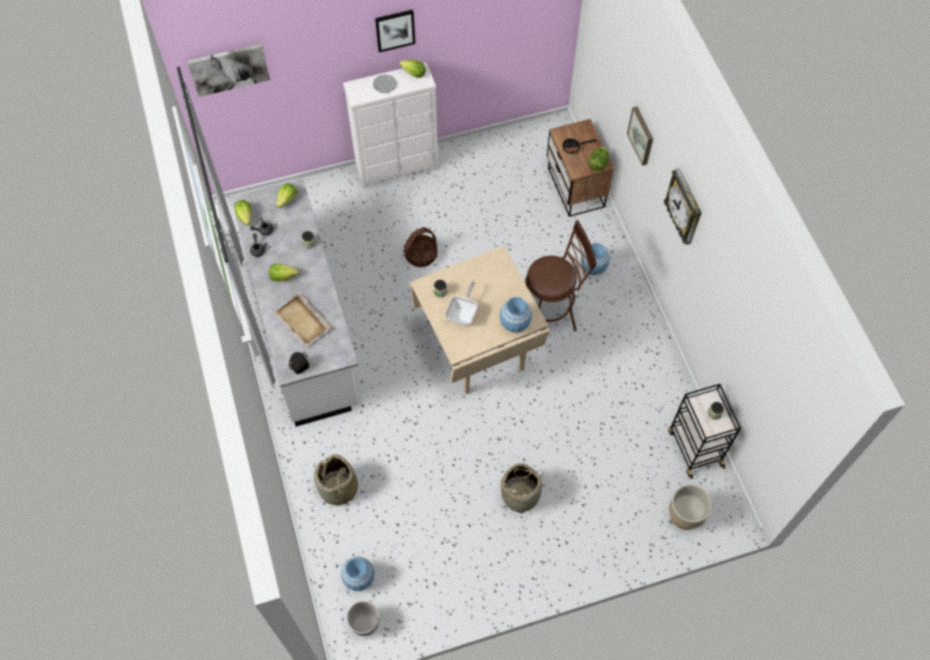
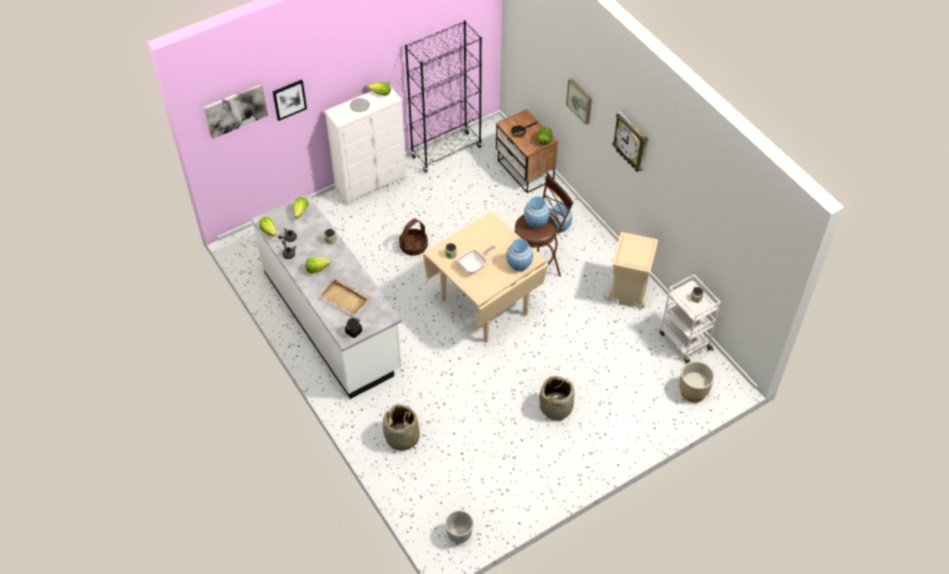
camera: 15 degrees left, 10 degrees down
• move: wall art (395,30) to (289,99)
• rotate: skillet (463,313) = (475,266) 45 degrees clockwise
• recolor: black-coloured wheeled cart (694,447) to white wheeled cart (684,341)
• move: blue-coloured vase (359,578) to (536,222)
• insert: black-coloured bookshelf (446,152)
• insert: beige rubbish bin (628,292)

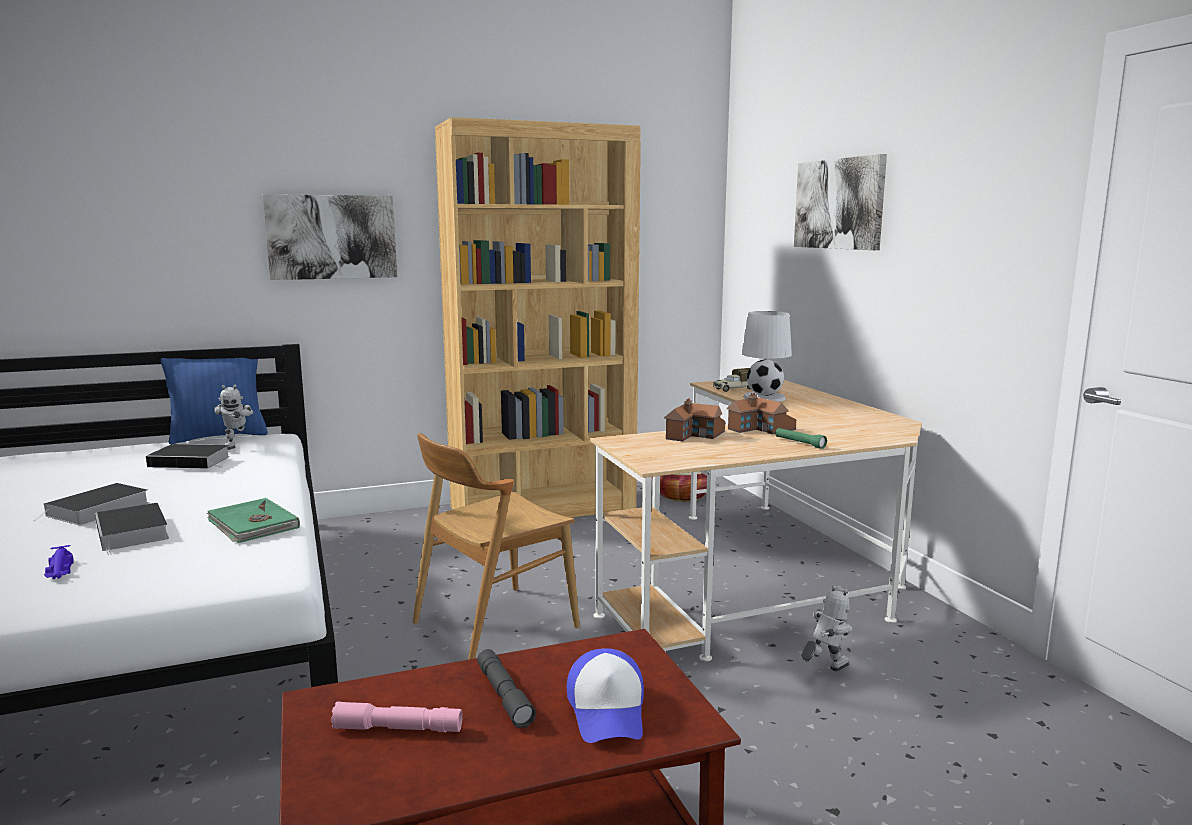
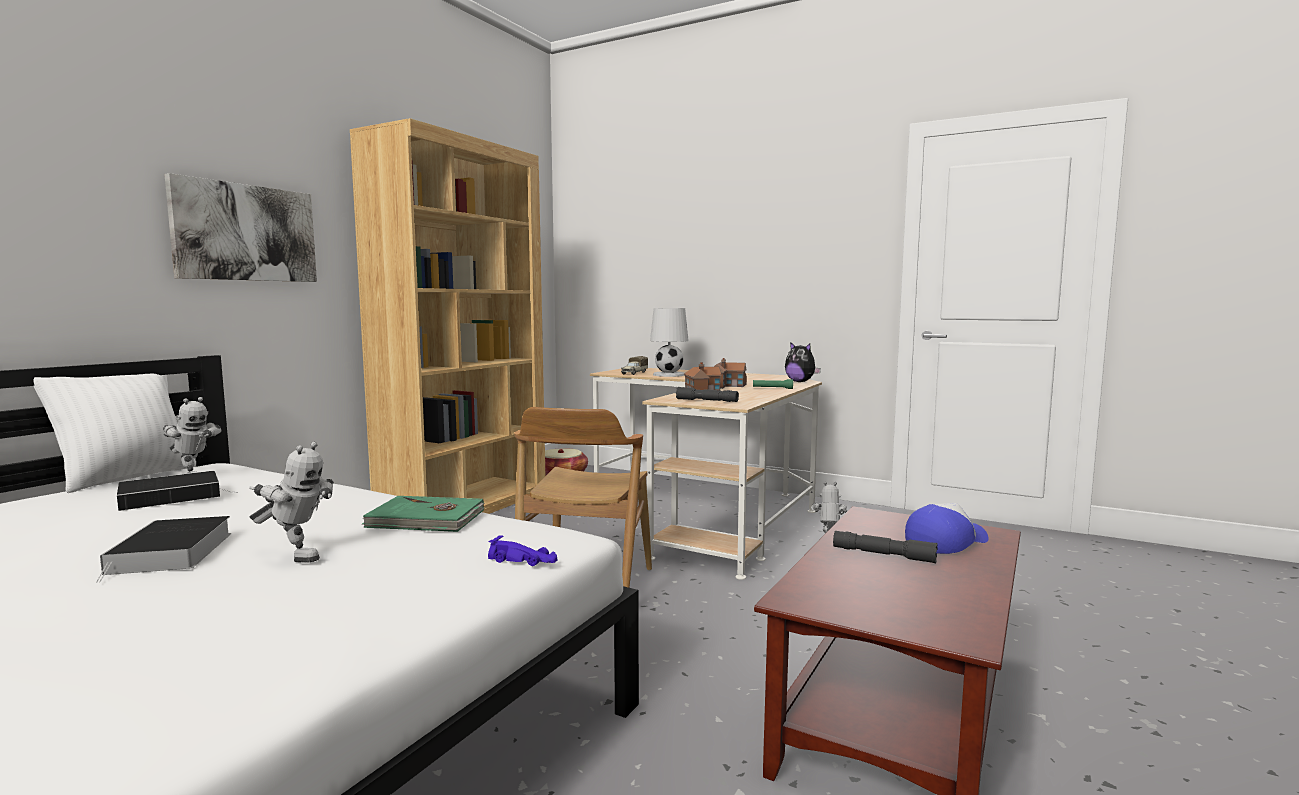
camera: 40 degrees left, 5 degrees down
• delete: wall art (839,204)
• recolor: blue-coloured cushion (219,437) to white cushion (127,477)
• replace: book (133,533) to toy robot (296,556)
• move: purple miniature car (60,571) to (524,561)
• rotate: baseball cap (608,710) = (946,541) 75 degrees counterclockwise
• delete: pink-coloured torch (398,729)
• insert: cuddly toy (800,382)
• insert: gray torch (707,401)

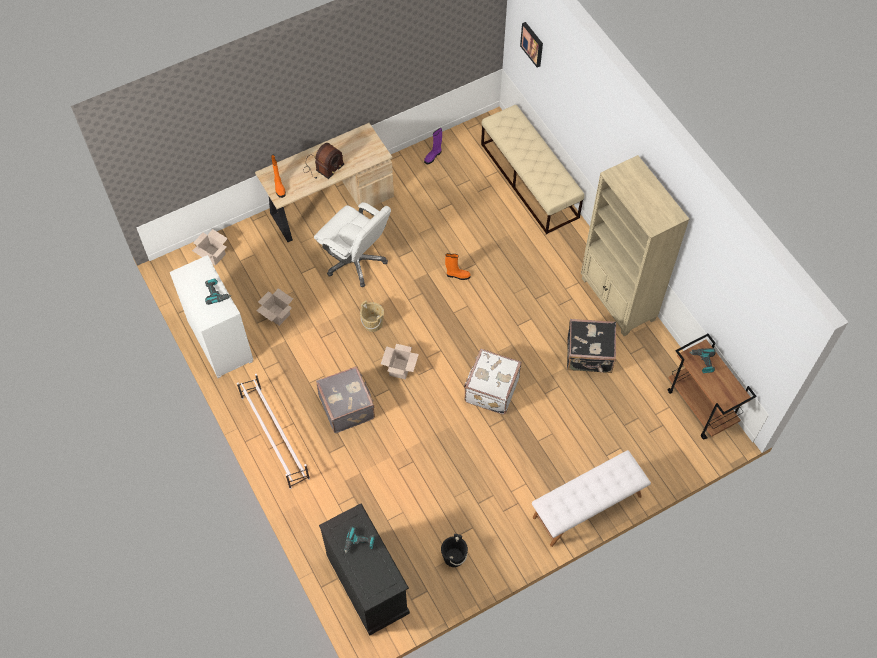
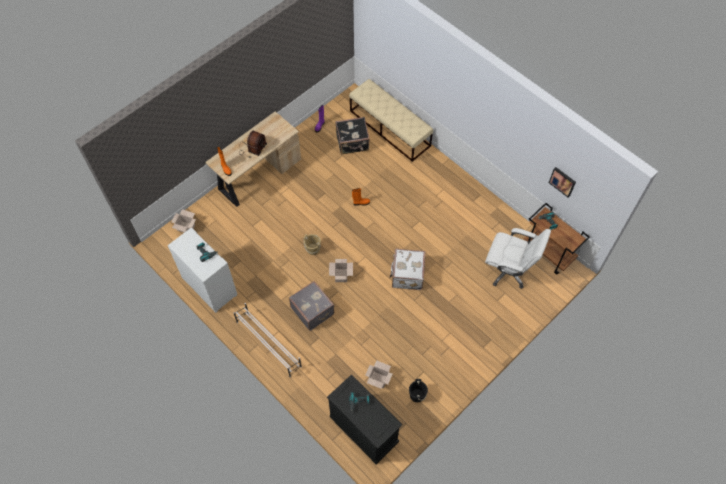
camera: 15 degrees left, 0 degrees up
• move: wall art (533,44) to (563,181)
• delete: beige bookshelf (617,300)
• move: white computer chair (356,261) to (508,270)
• move: packing box (276,315) to (378,380)
• move: black-coloured suitcase (589,355) to (353,143)
• delete: white bench (587,507)

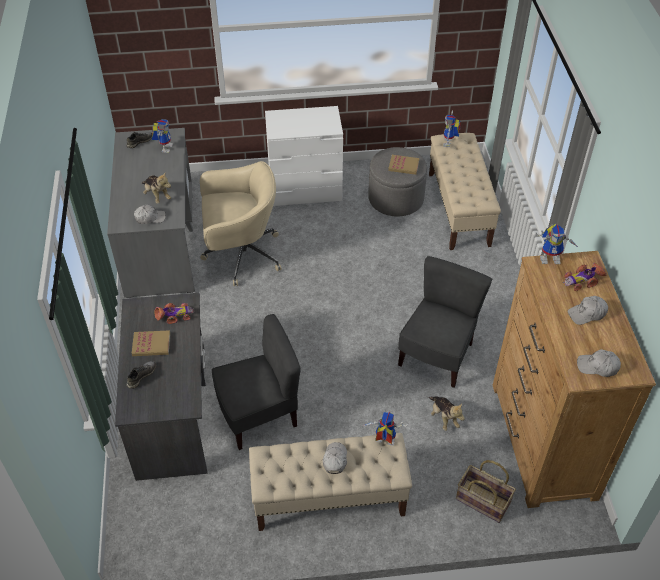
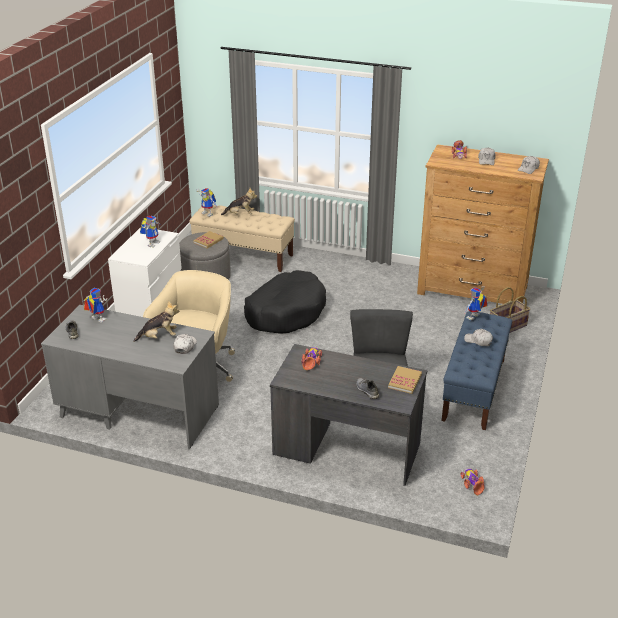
camera: 65 degrees left, 15 degrees down
• move: toy robot (551,258) to (152,243)
• delete: gray chair (437,355)
• move: book (151,344) to (405,381)
• move: cuddly toy (443,417) to (240,214)
• recolor: beige bench (328,499) to blue-coloured bench (474,389)
• insert: black-coloured dog bed (285,312)
• insert: miniature car (472,483)

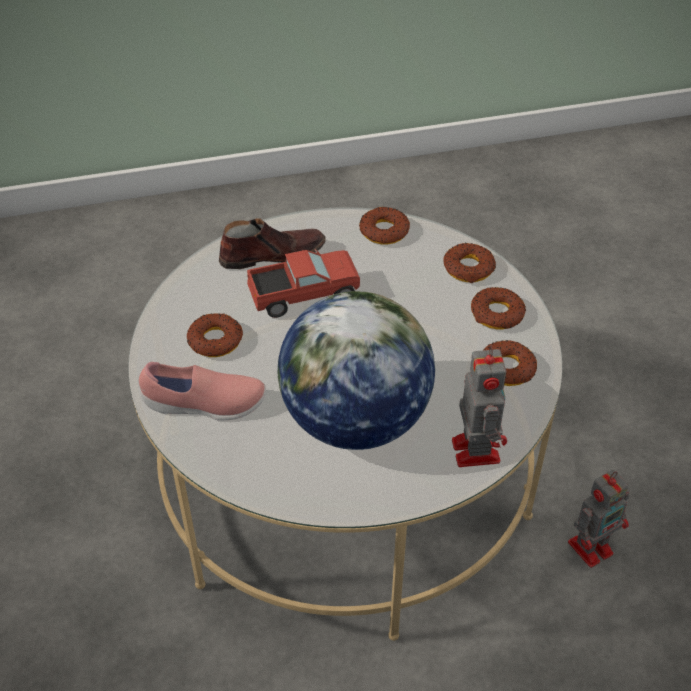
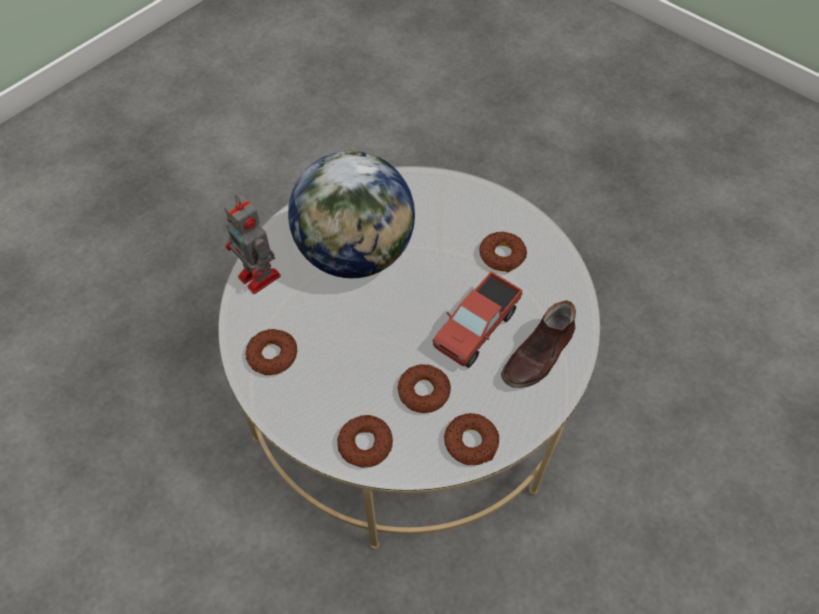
camera: 145 degrees right, 10 degrees up
• move: doughnut (497,314) to (423,391)
• delete: pink-coloured shoe (205,405)
• delete: toy robot (592,547)

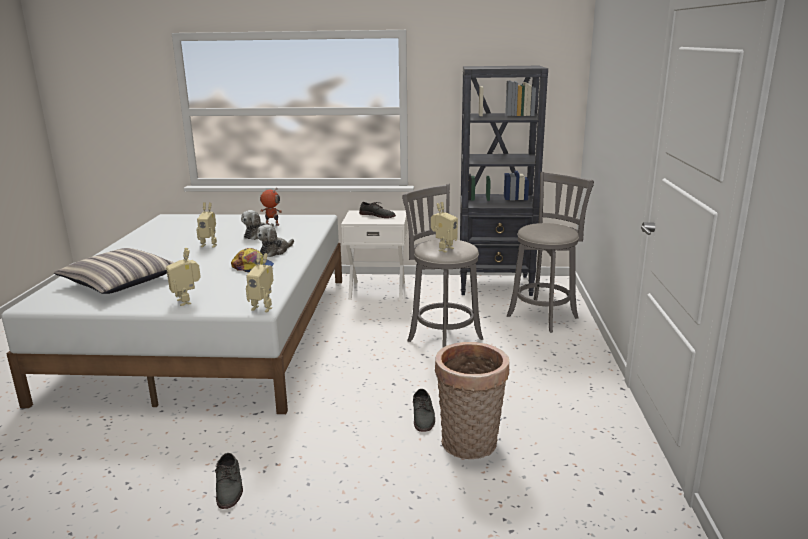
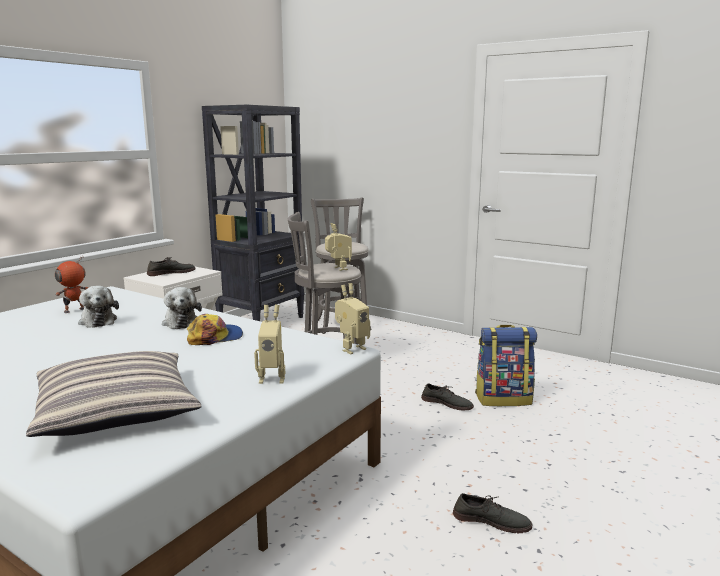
camera: 60 degrees left, 5 degrees down
• delete: toy robot (210,245)
• replace: household basket (469,446) to knapsack (503,399)

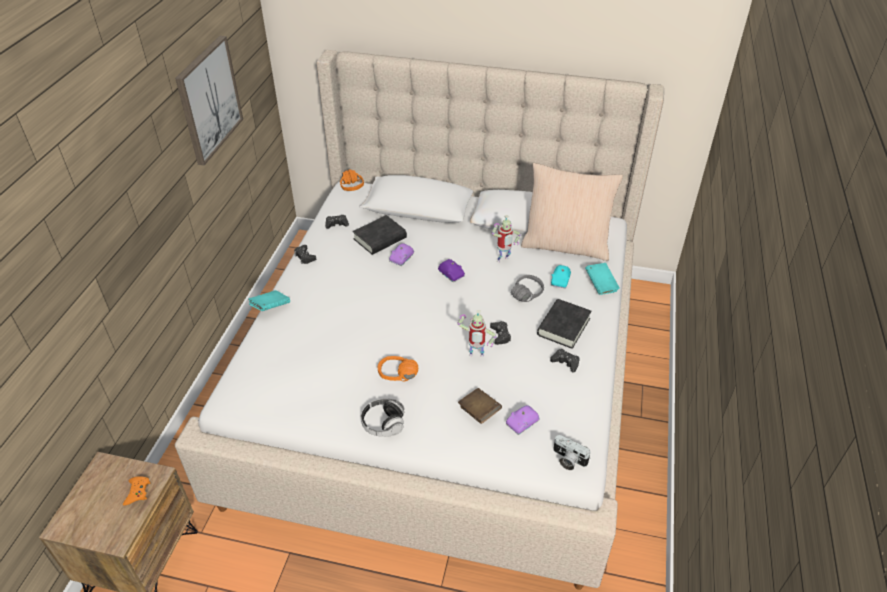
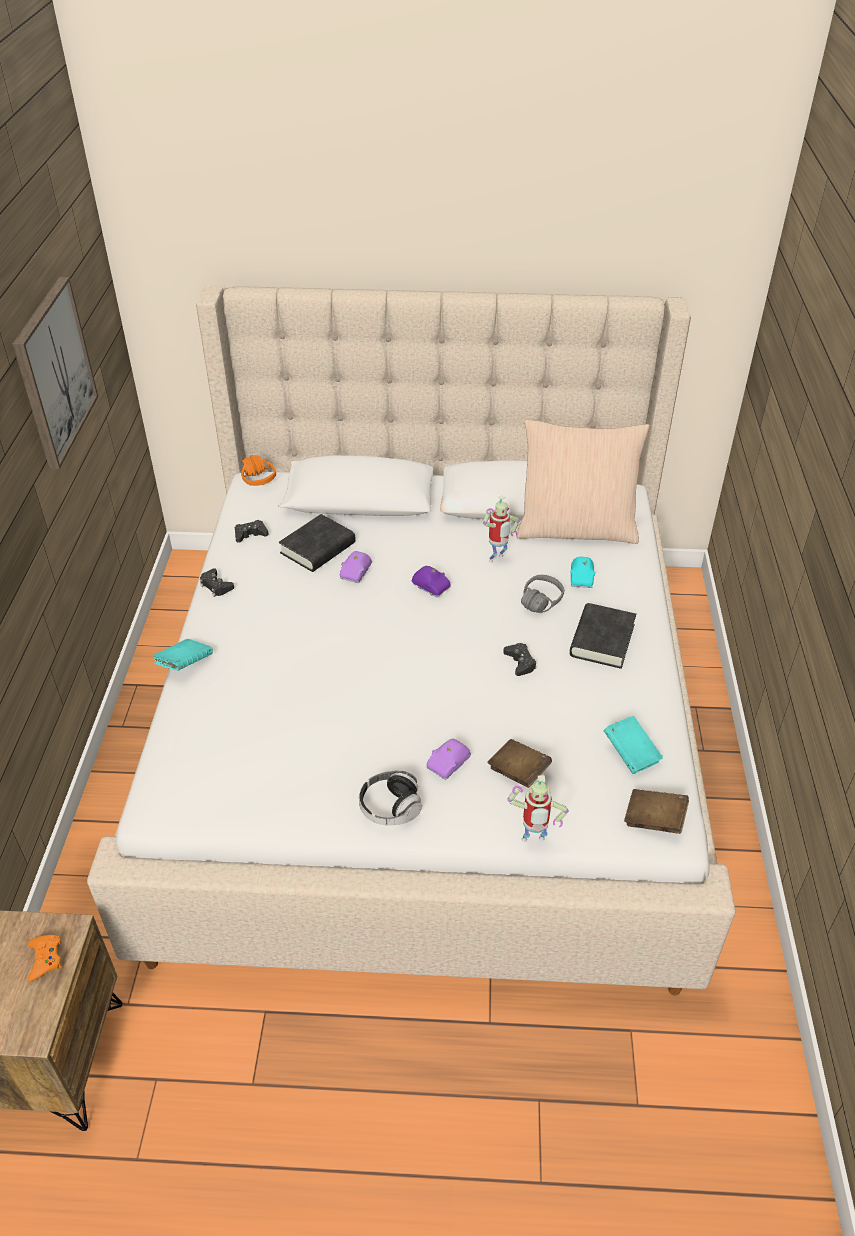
camera: 10 degrees left, 0 degrees up
• move: blue-green book (600,285) to (630,754)
• move: toy robot (475,357) to (532,842)
• delete: black-coloured joypad (565,362)
• delete: orangey headset (397,379)
• move: purple miniature car (522,423) to (449,764)
• replace: photo camera (568,460) to brown book (654,820)

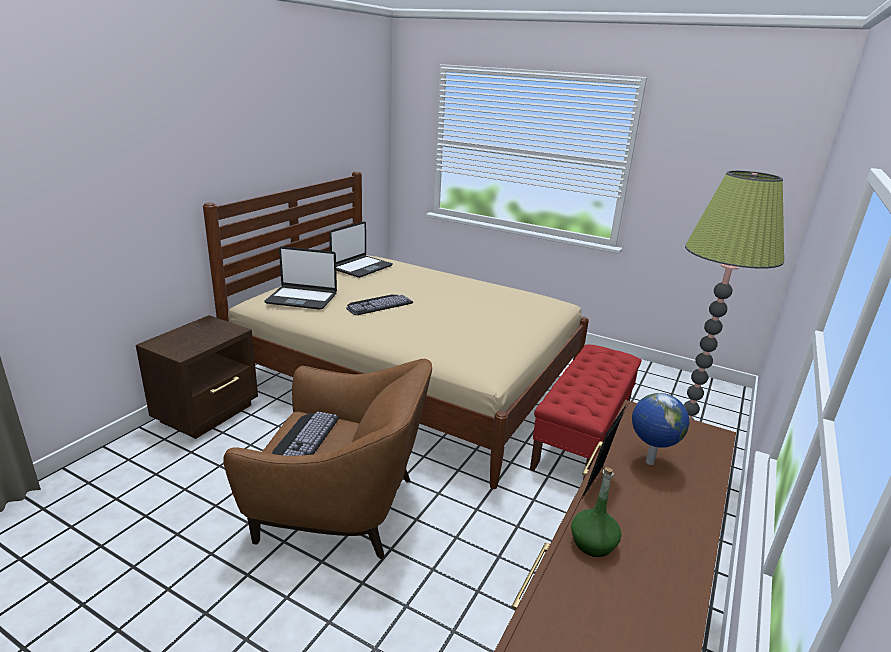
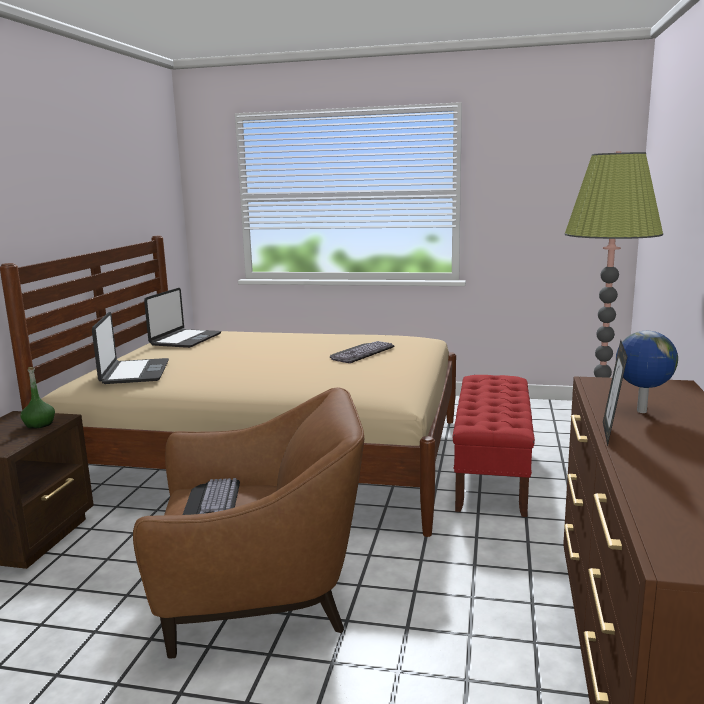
camera: 15 degrees left, 10 degrees down
• rotate: portable computer (302,298) = (134,373) 90 degrees counterclockwise
• move: keyboard (378,304) to (360,352)
• move: greenish bottle (593,543) to (39,424)

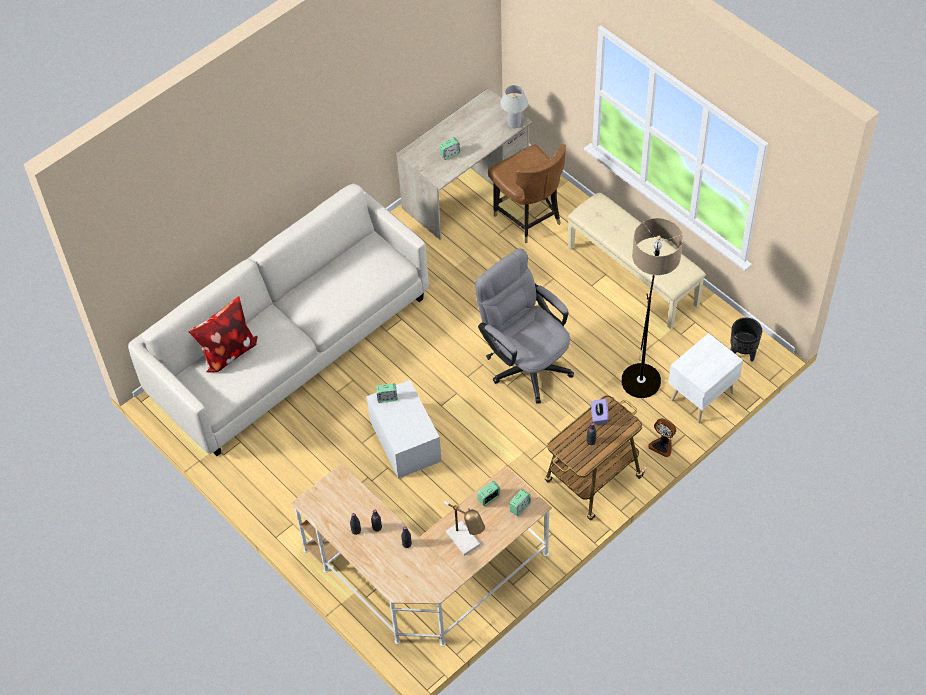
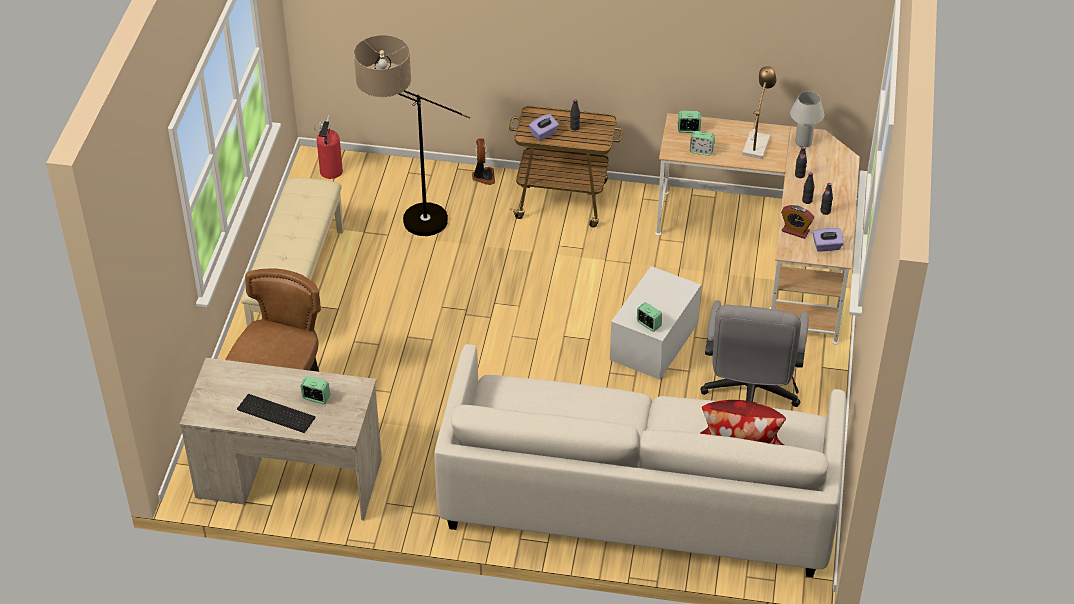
camera: 130 degrees left, 10 degrees down
• move: white table lamp (514,123) to (803,142)
• move: gray computer chair (525,362) to (749,395)
• replace: black-coloured flower pot (742,354) to fire extinguisher (330,173)
• delete: white nightstand (700,396)
• insert: bedside clock (795,231)
• insert: purple box of tissues (827,246)
• insert: keyboard (274,414)

